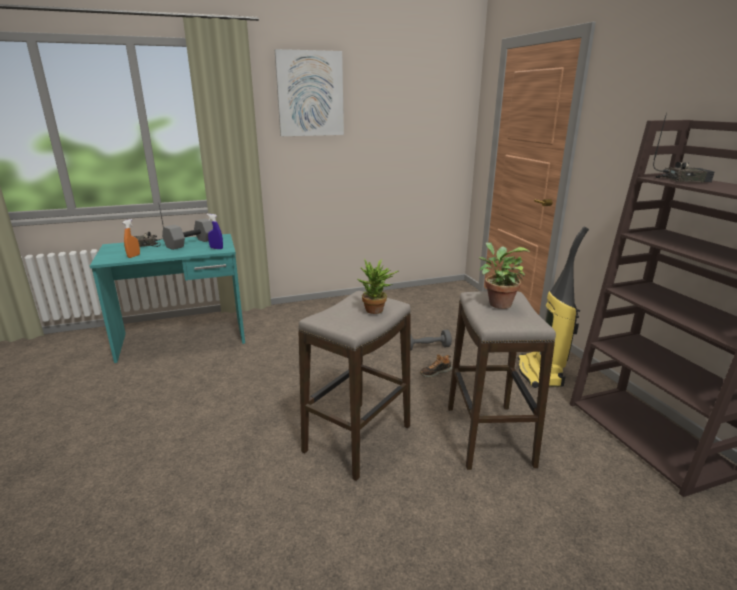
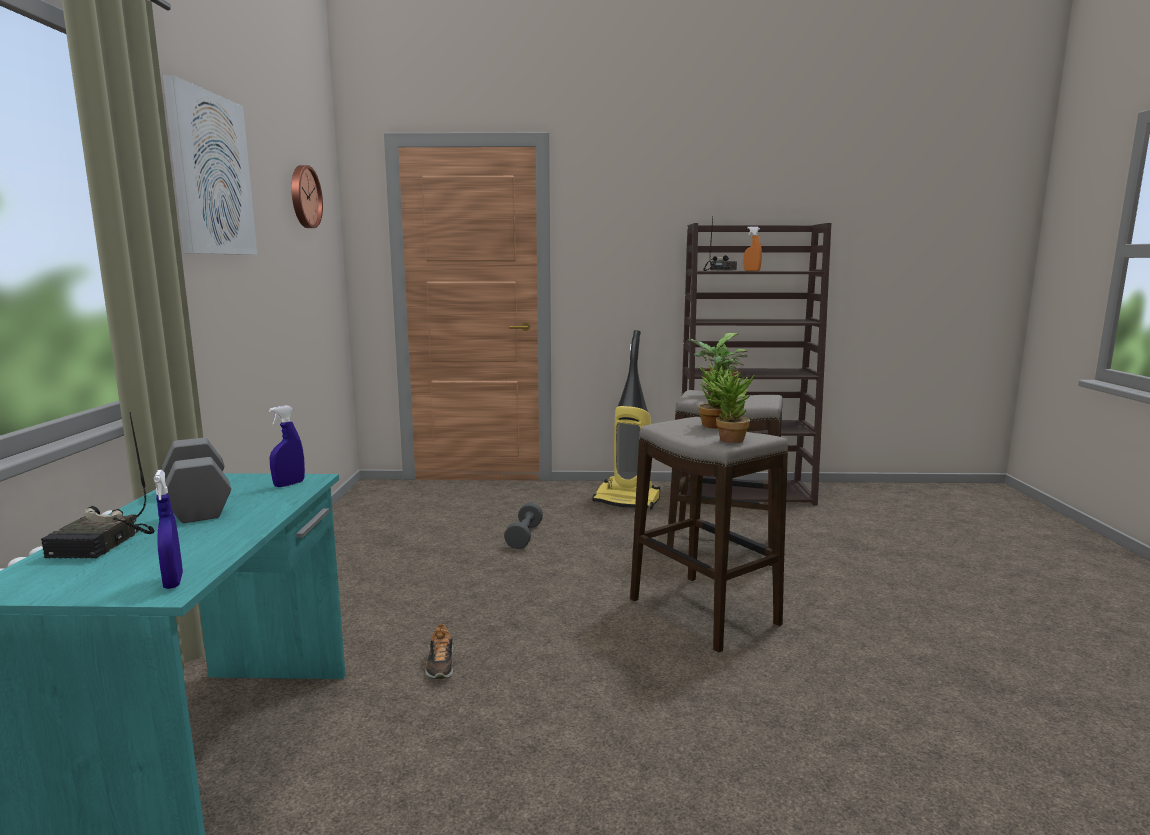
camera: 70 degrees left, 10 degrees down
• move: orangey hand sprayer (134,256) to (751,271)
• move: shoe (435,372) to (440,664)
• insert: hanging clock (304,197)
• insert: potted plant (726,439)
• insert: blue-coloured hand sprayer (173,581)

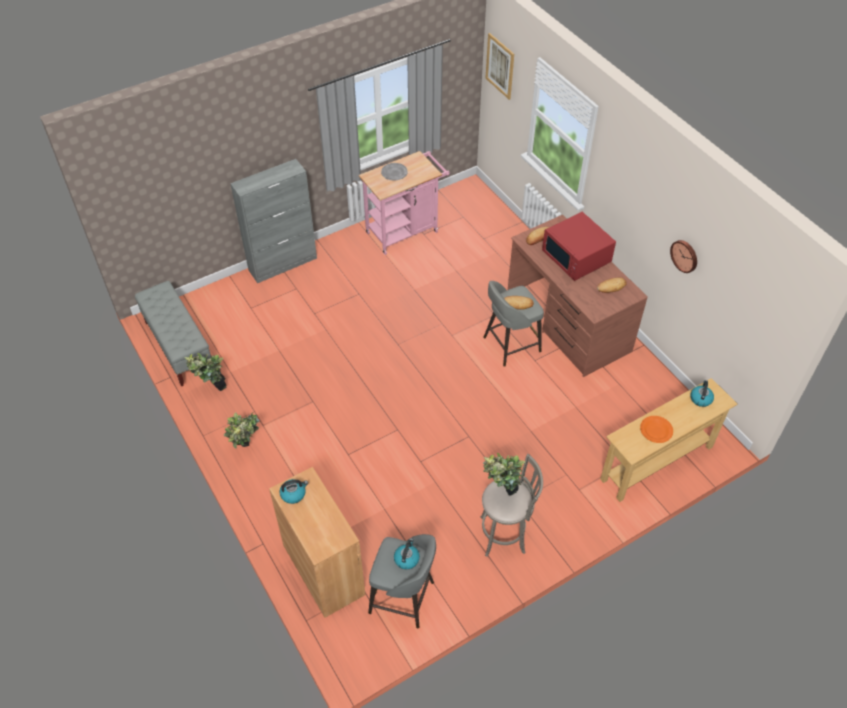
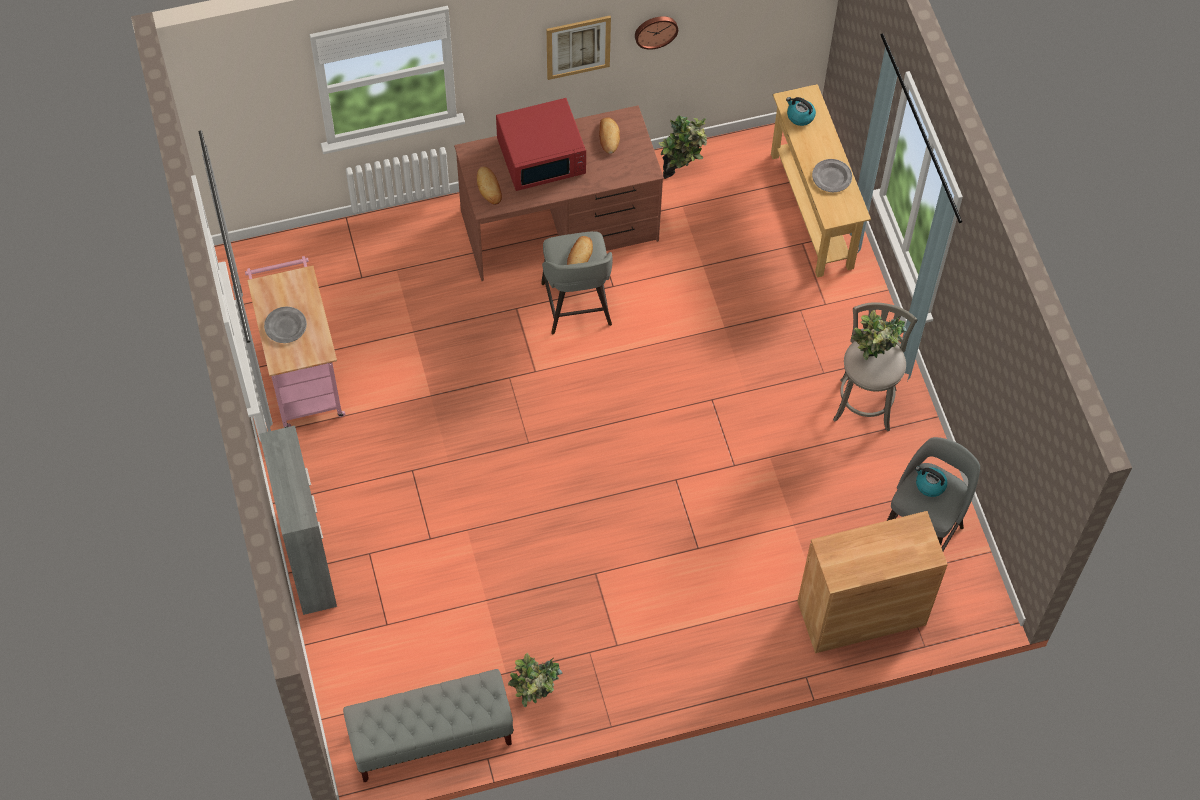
camera: 75 degrees left, 10 degrees up
• move: wall art (500,66) to (578,47)
• move: potted plant (247,452) to (681,173)
• recolor: orangey flat dish (655,430) to gray flat dish (831,177)
• delete: tea kettle (293,494)

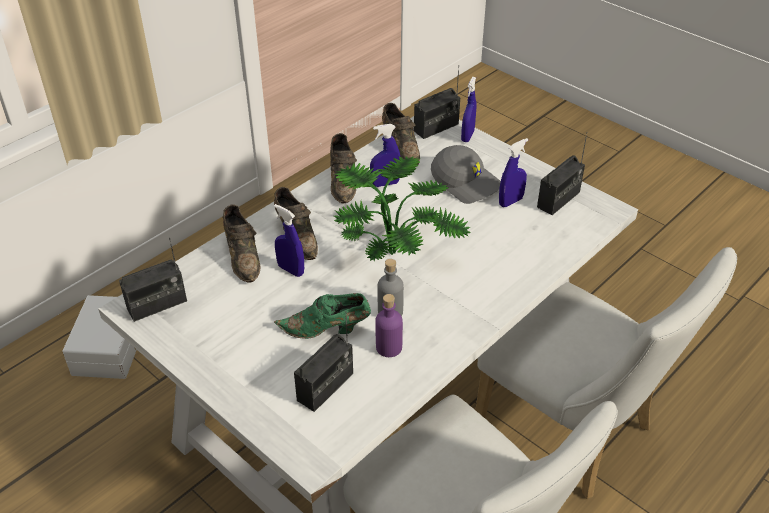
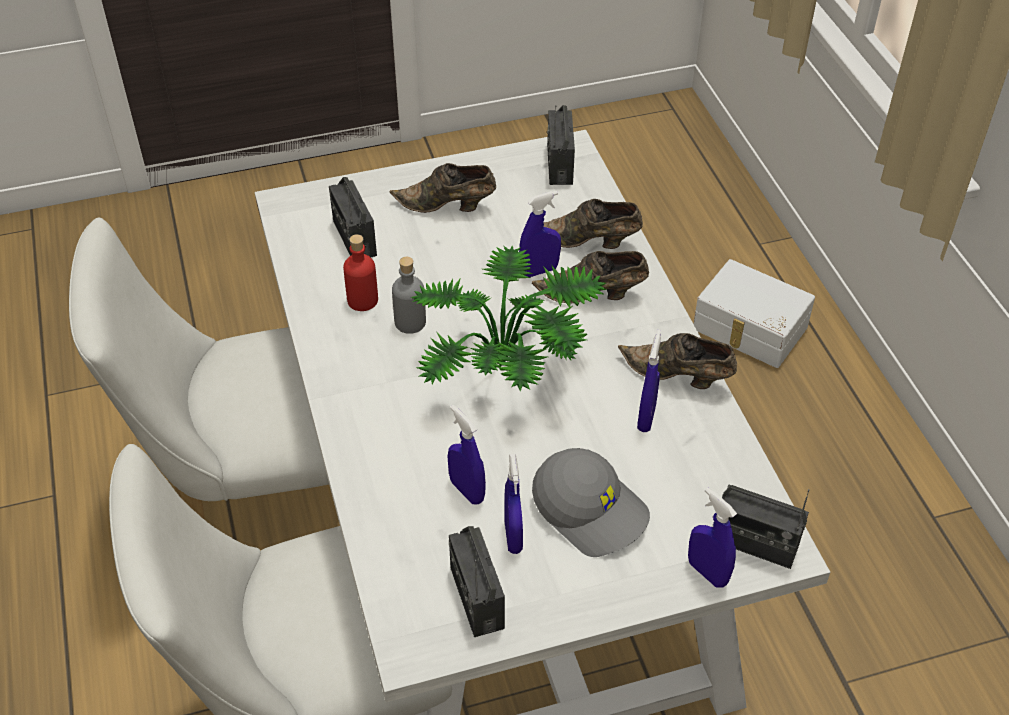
camera: 120 degrees right, 5 degrees up
• rotate: radio receiver (436,128) = (755,543) 60 degrees counterclockwise
• move: brown shoe (401,148) to (447,206)
• rotate: gray baseball cap (466,182) = (591,509) 120 degrees counterclockwise
• delete: greenish shoe (327,330)
• recolor: purple bottle (389,347) to red bottle (363,300)
• insert: blue-coloured hand sprayer (467,490)

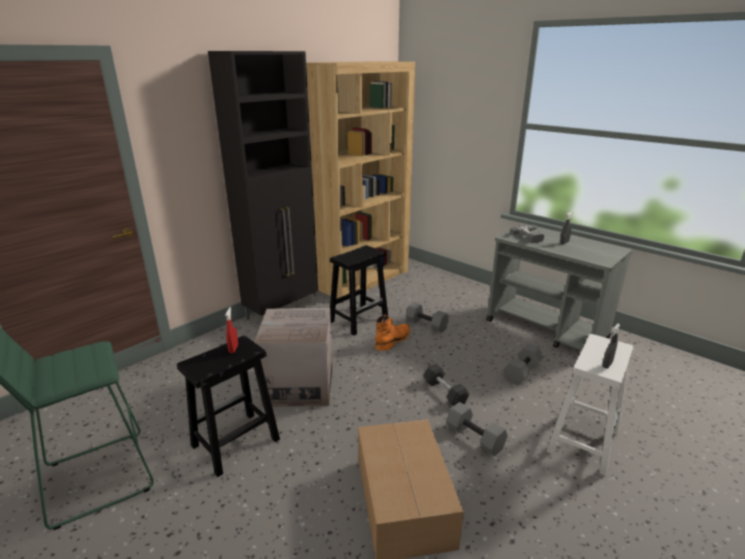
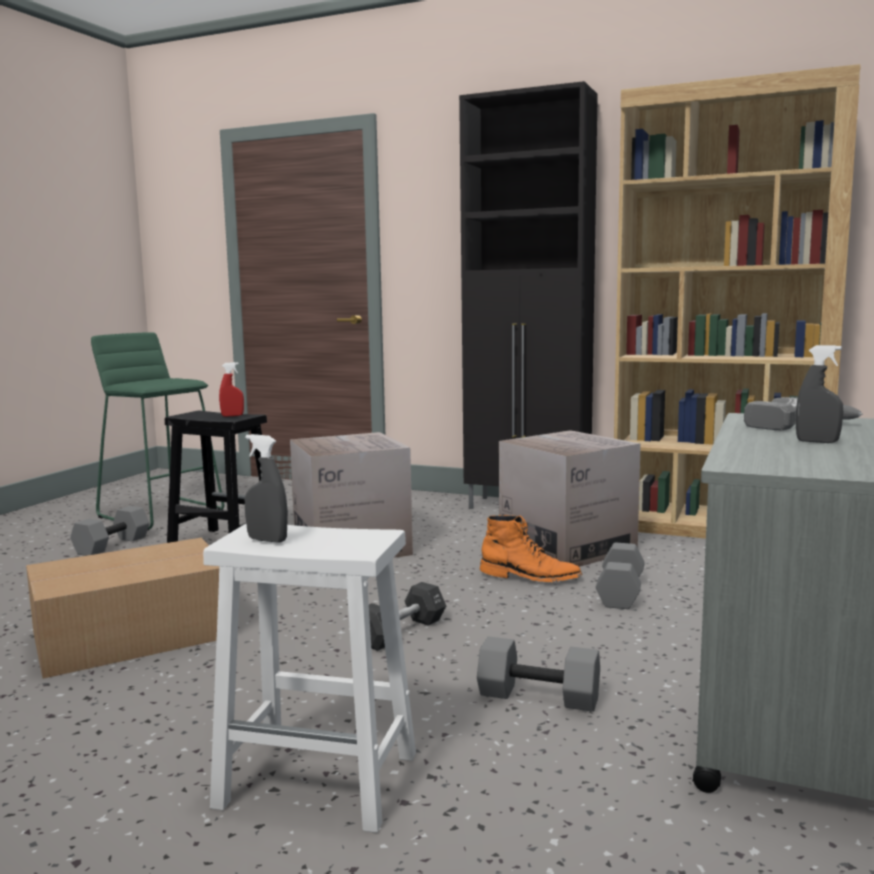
camera: 70 degrees right, 15 degrees down
• replace: black-coloured stool (359,319) to packing box (567,547)
• move: gray hand weight (476,437) to (112,545)

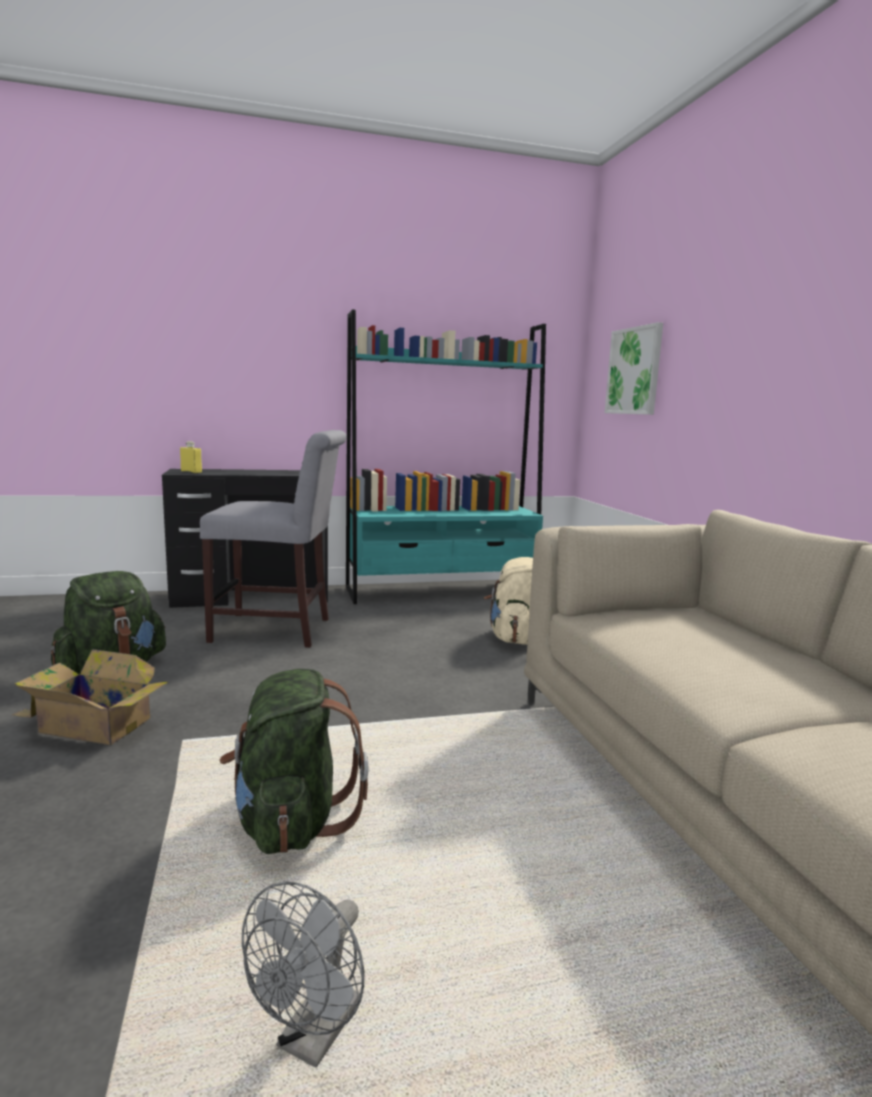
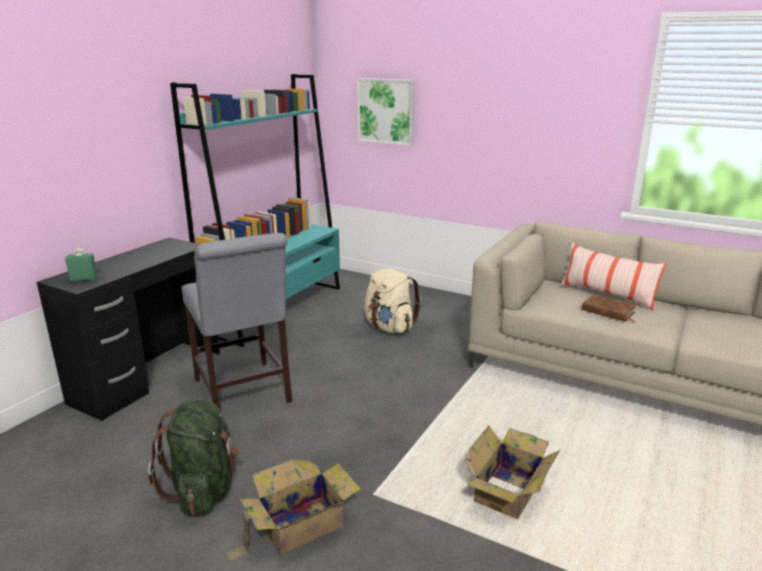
camera: 45 degrees left, 10 degrees up
• rotate: gray chair (278,630) = (243,394) 105 degrees clockwise
• recolor: yellow bottle (191,472) to greenish bottle (84,280)
• replace: greenish knapsack (291,822) to packing box (510,489)
• delete: gray electric fan (312,1038)
• insert: cushion (607,295)
• insert: brown book (608,311)

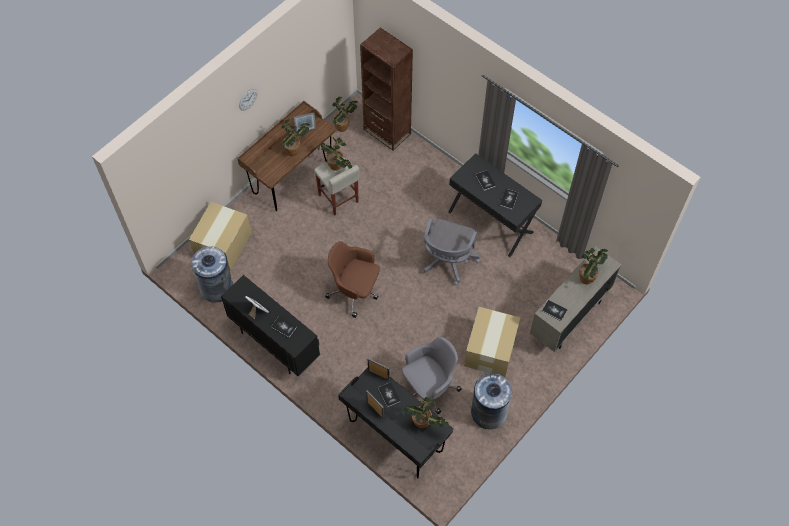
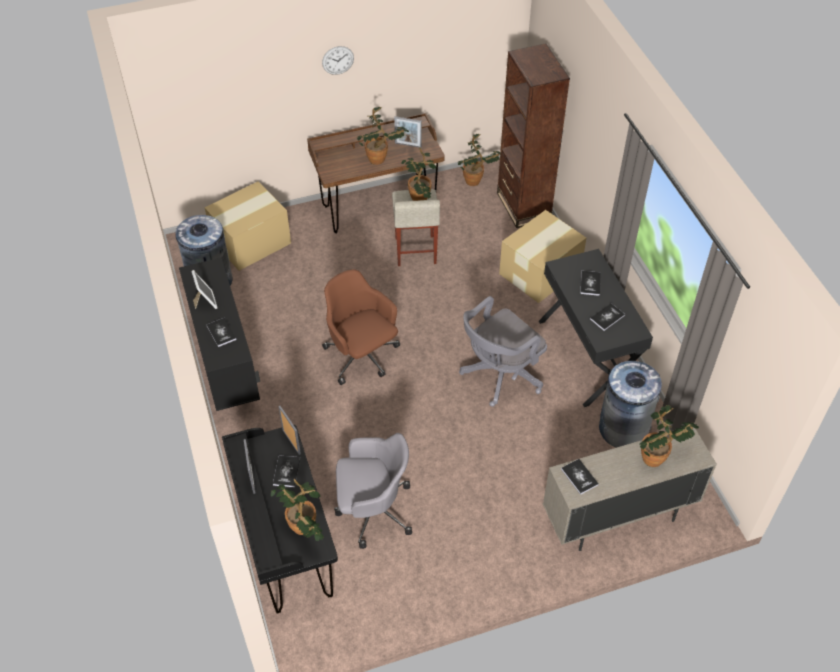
camera: 30 degrees right, 10 degrees down
• move: packing box (491,349) to (541,272)
• move: gray rubbish bin (488,412) to (623,428)

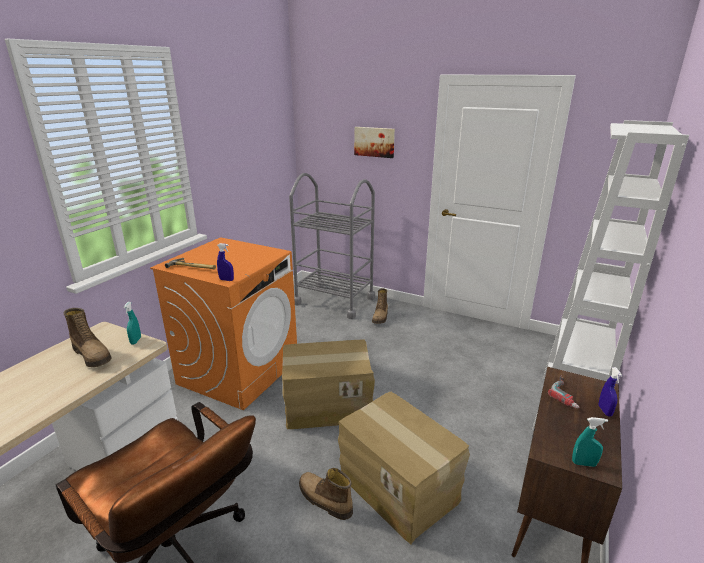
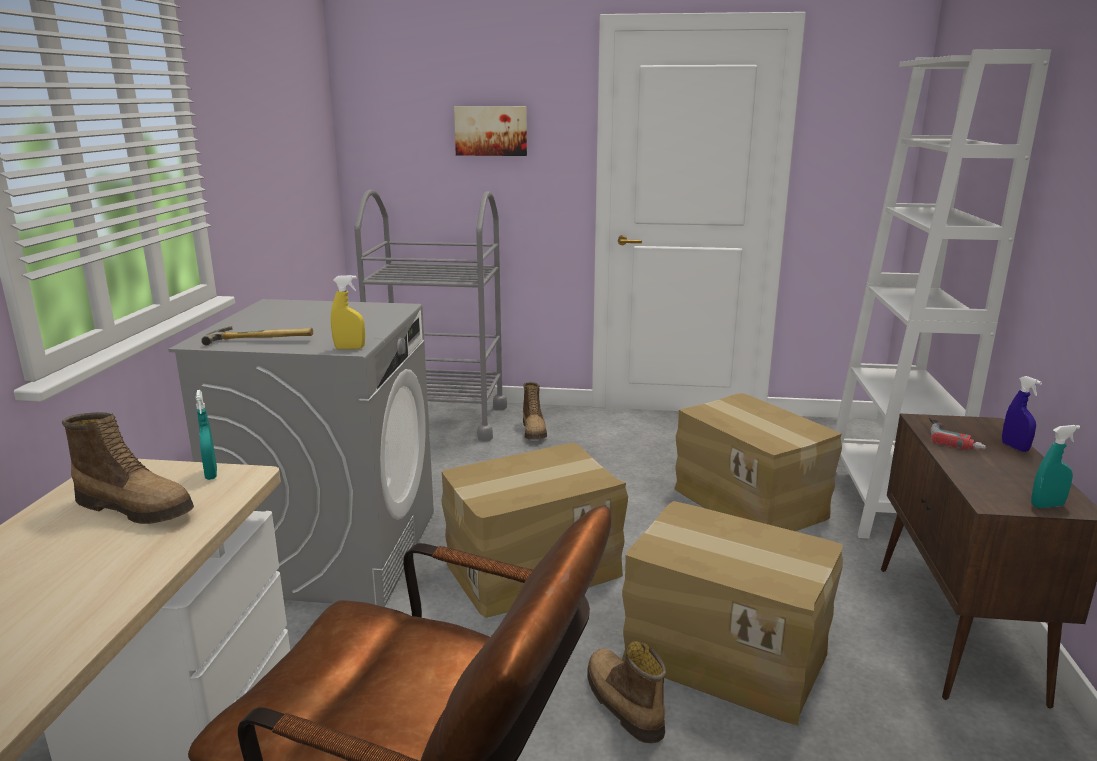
camera: 20 degrees left, 5 degrees down
• recolor: orangey laundry appliance (239,371) to gray laundry appliance (334,550)
• recolor: blue-coloured hand sprayer (226,280) to yellow hand sprayer (349,348)
• rotate: high-top boot (324,500) = (622,703) 45 degrees clockwise
• insert: packing box (750,502)

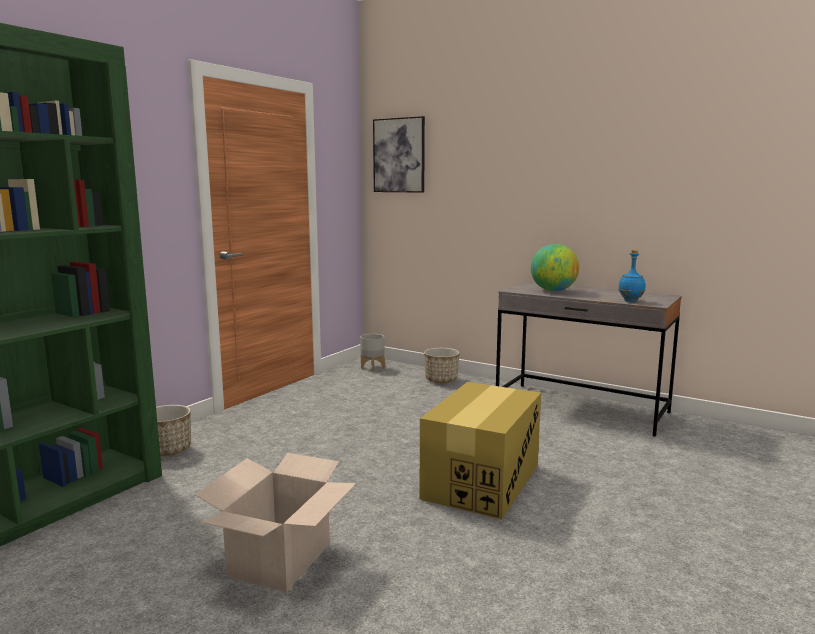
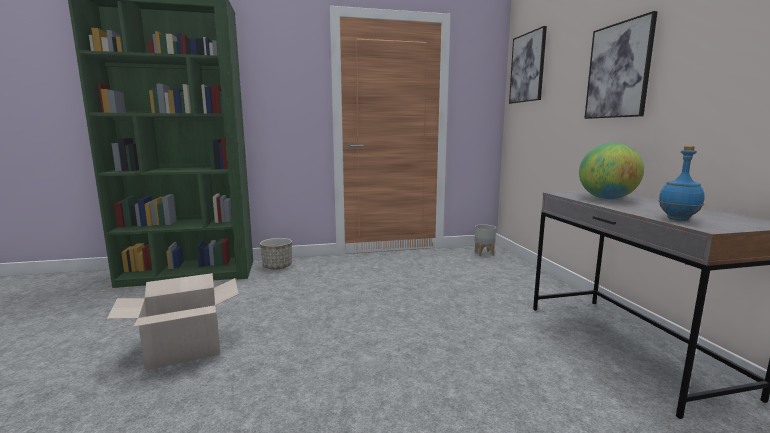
camera: 45 degrees right, 0 degrees up
• delete: flower pot (441,380)
• delete: packing box (482,481)
• insert: wall art (618,71)

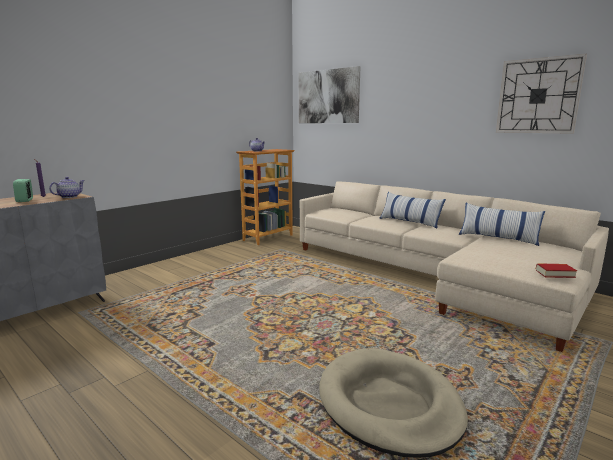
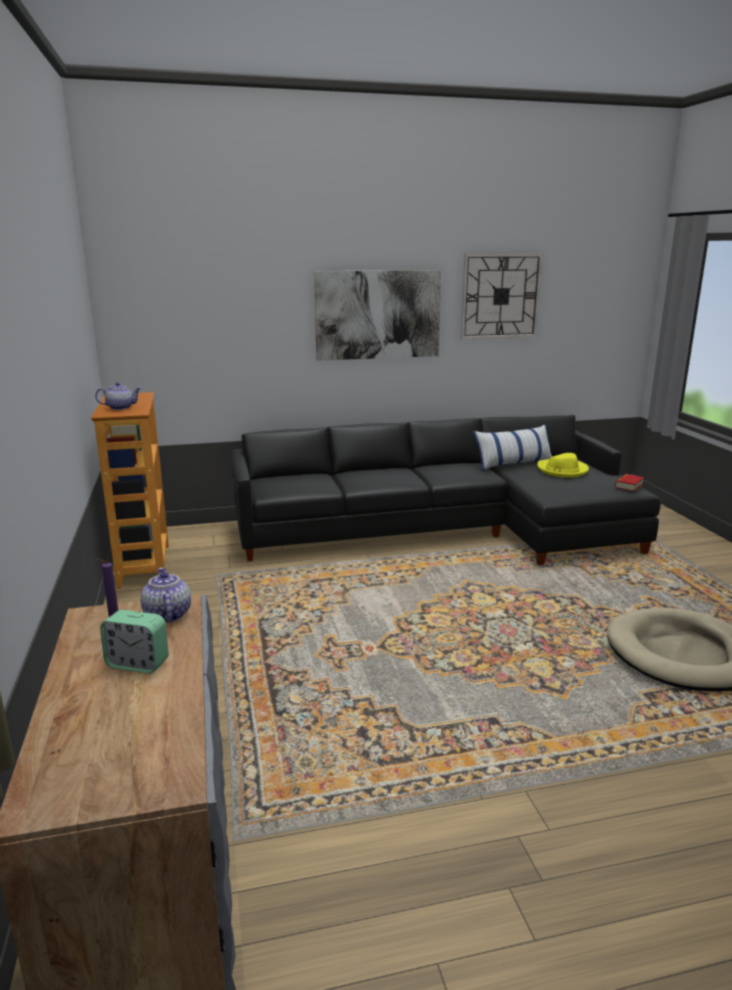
camera: 55 degrees left, 5 degrees up
• move: wall art (327,96) to (378,315)
• recolor: beige settee (436,276) to black-coloured settee (448,529)
• delete: cushion (410,222)
• insert: yellow hat (562,470)

